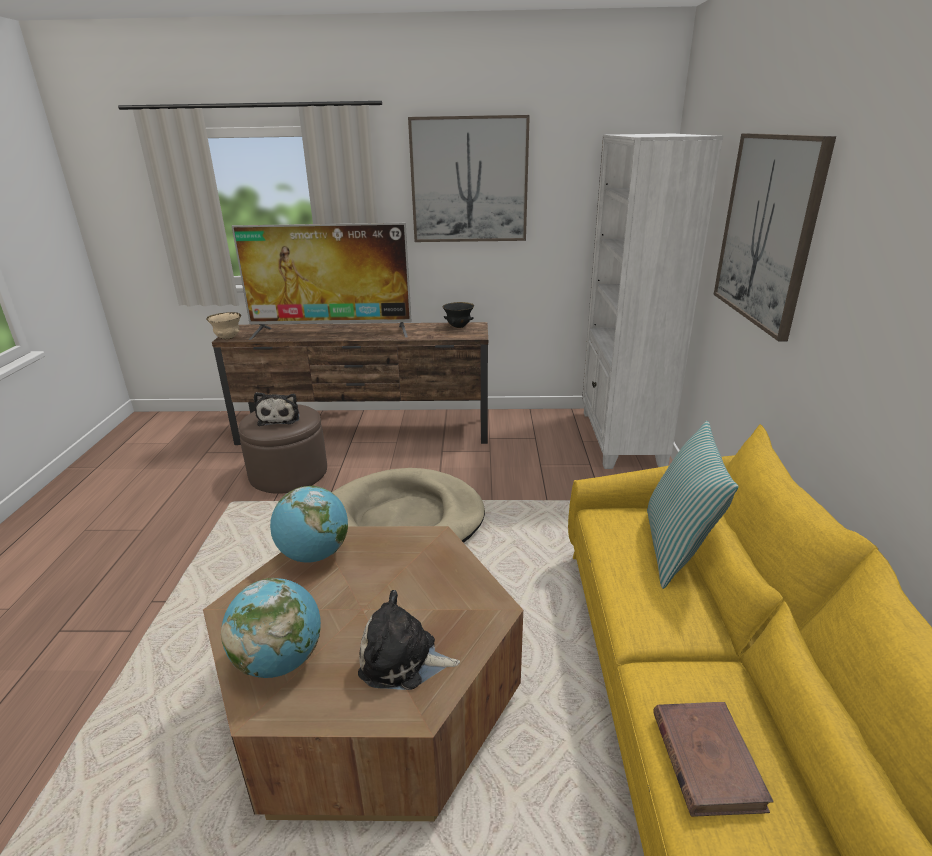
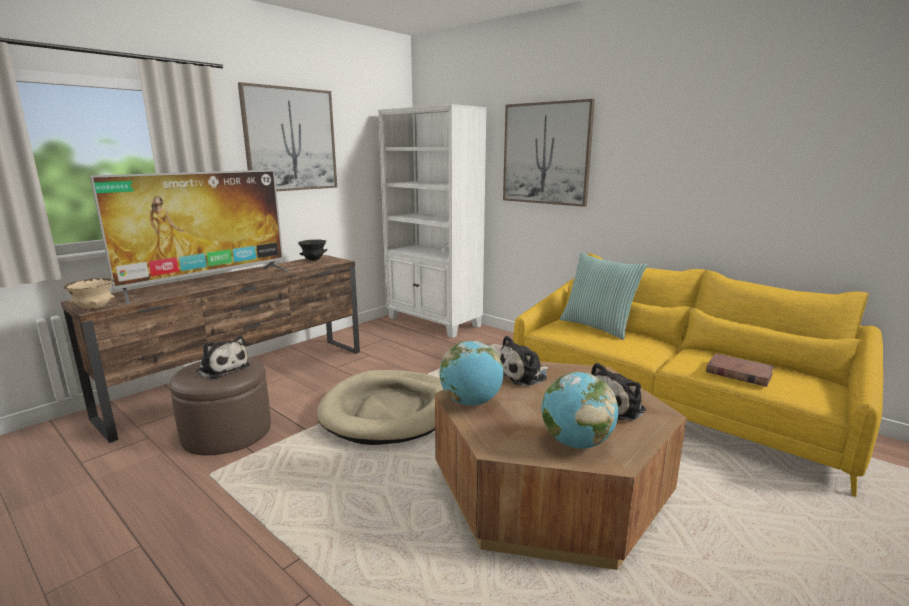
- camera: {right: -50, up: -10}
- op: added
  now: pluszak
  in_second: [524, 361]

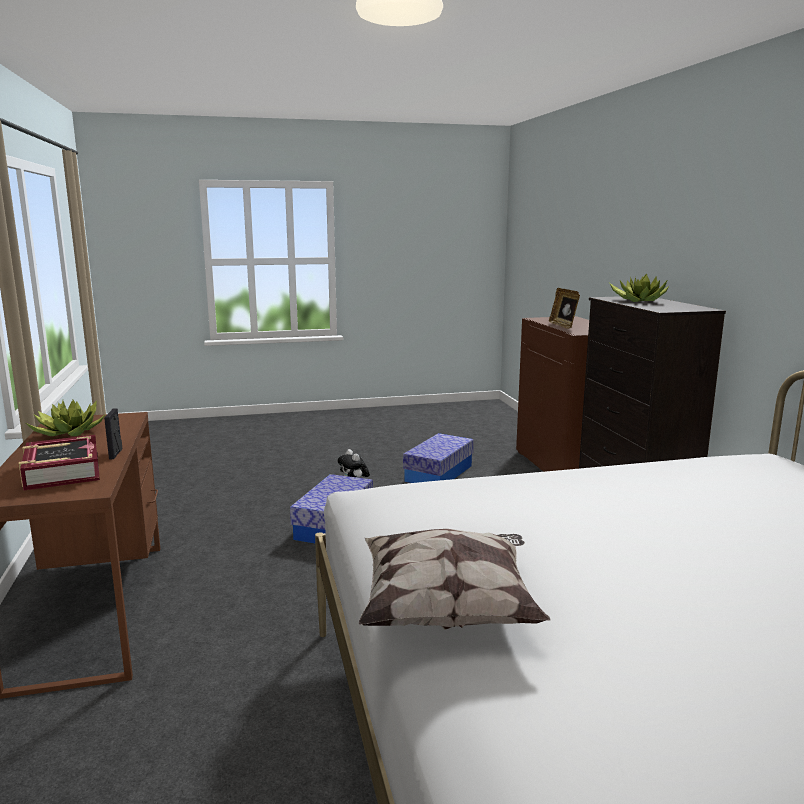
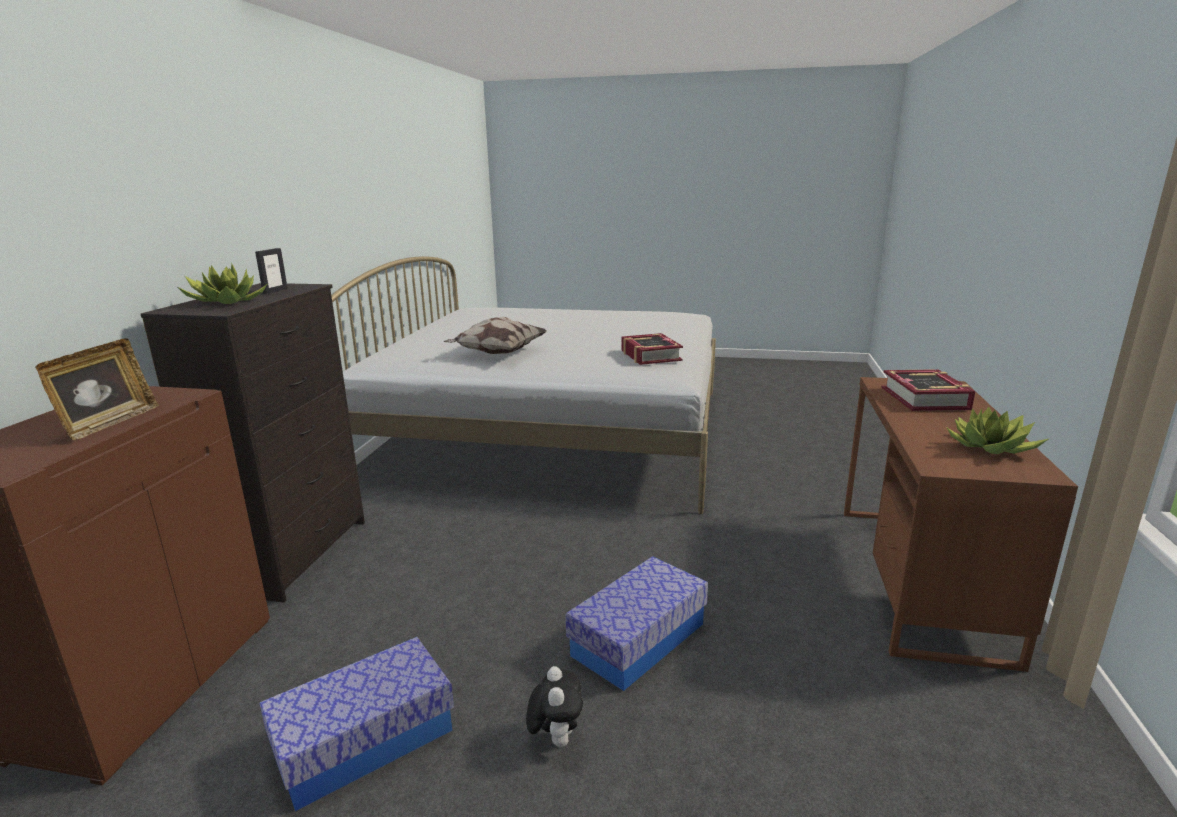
- camera: {right: -155, up: 5}
- op: added
  now: książka
  in_second: [652, 349]
- op: moved
  was: ramka na zdjęcie
  in_first: [113, 434]
  in_second: [271, 271]
- op: moved
  was: poduszka
  in_first: [455, 579]
  in_second: [494, 335]

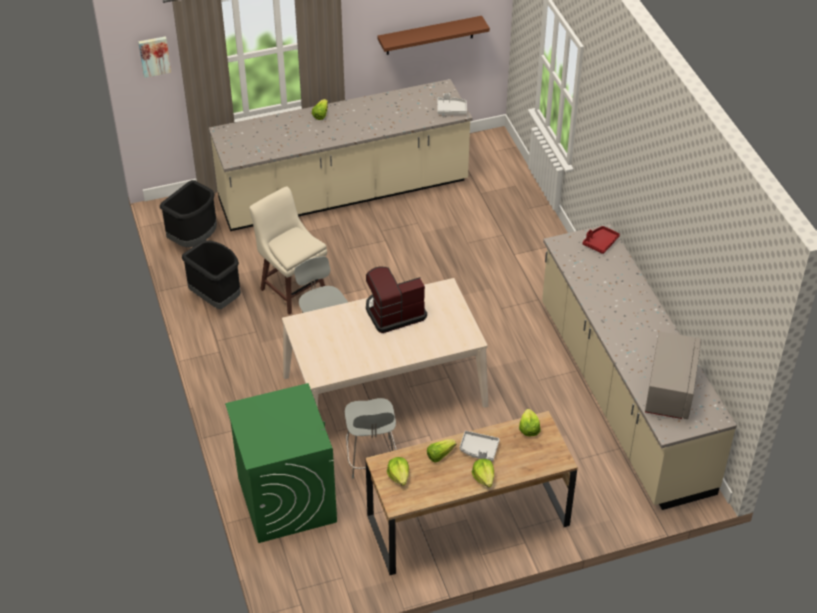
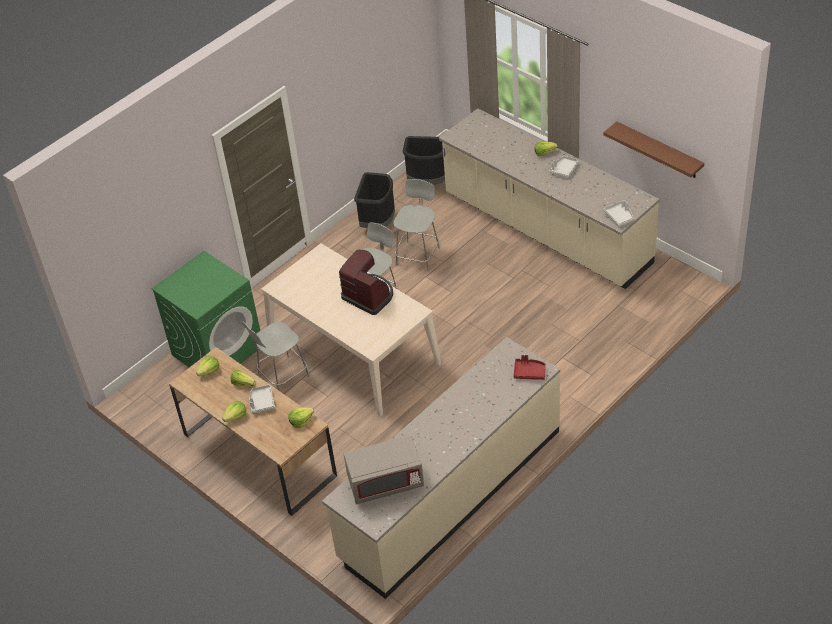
- camera: {right: 65, up: 0}
- op: removed
  was: obraz
  in_first: [154, 57]
- op: added
  now: taca/szary
  in_second: [564, 167]
- op: replaced
  was: stołek/beżowy
  now: krzesło/szary
  in_first: [288, 251]
  in_second: [416, 225]

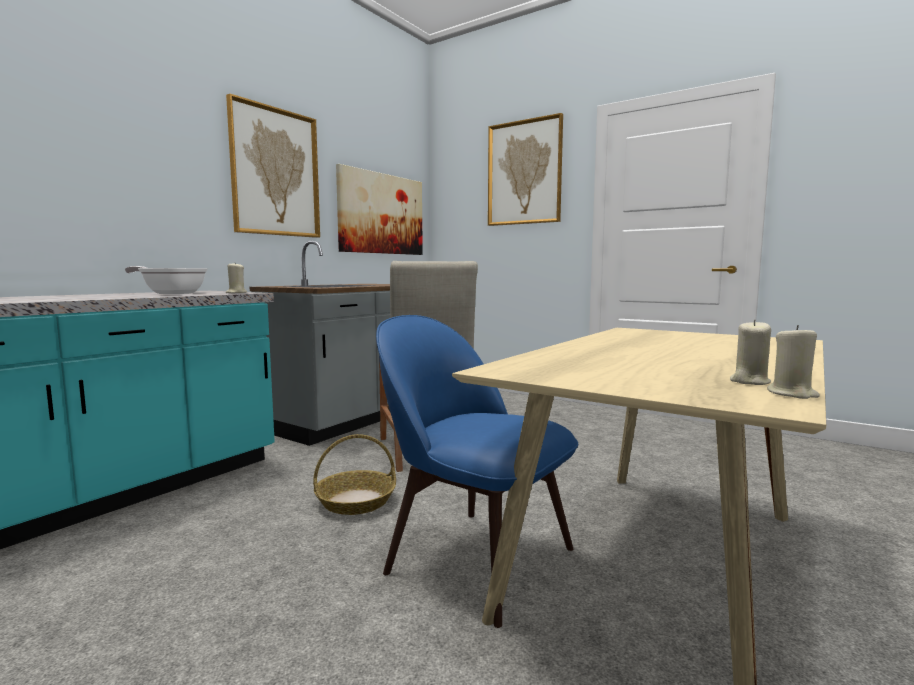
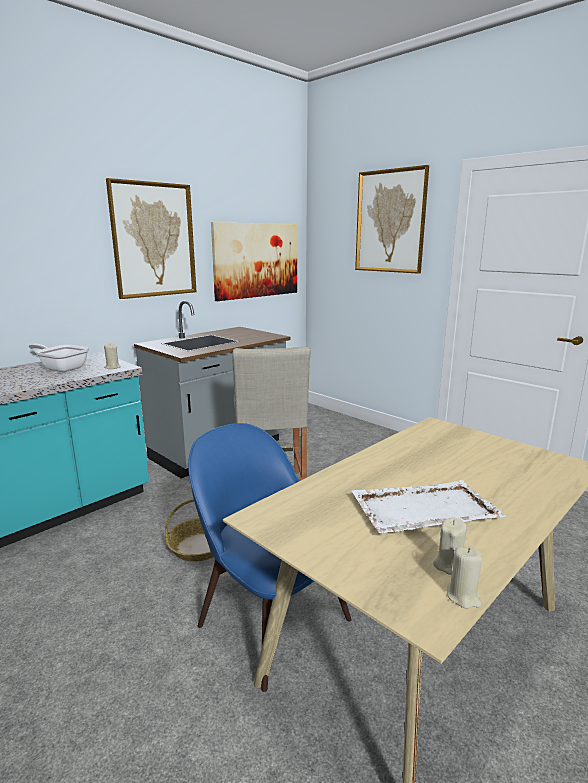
- camera: {right: 10, up: 10}
- op: added
  now: taca/biały
  in_second: [428, 506]

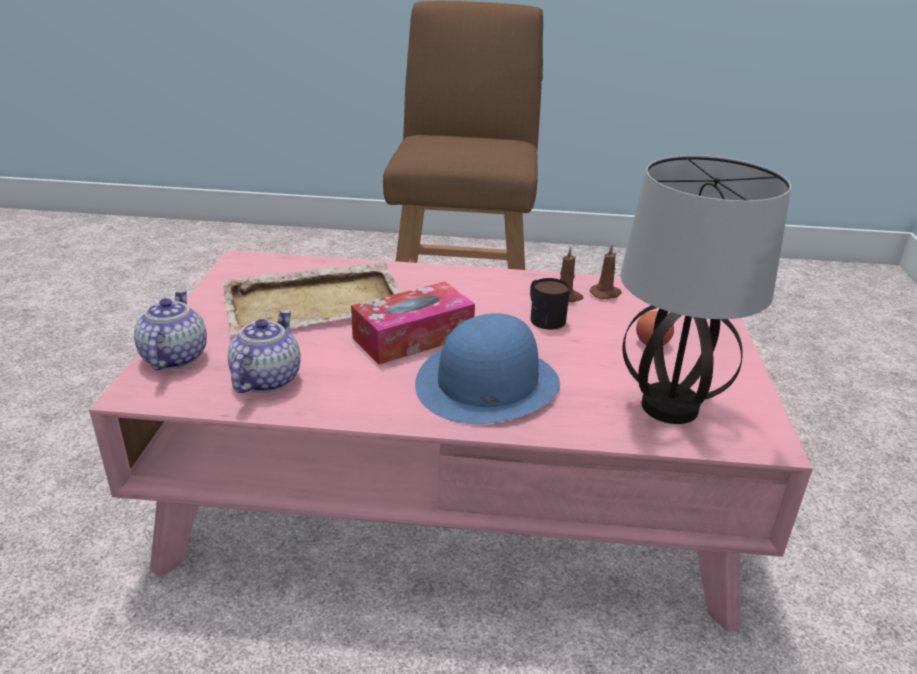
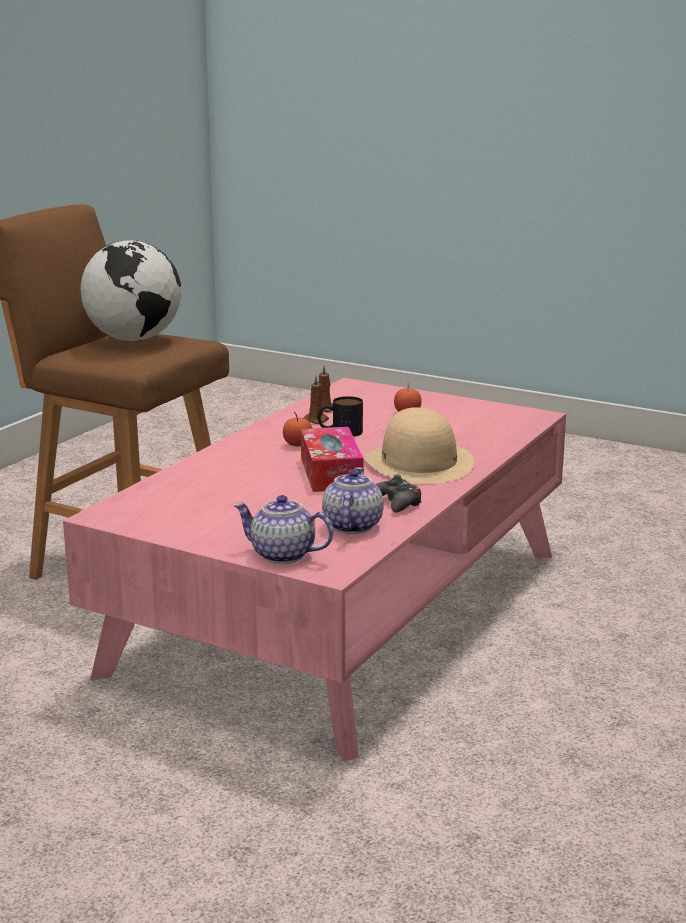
- camera: {right: -65, up: -10}
- op: removed
  was: taca/beżowy
  in_first: [312, 298]
- op: removed
  was: lampa stołowa
  in_first: [705, 289]
- op: added
  now: globus
  in_second: [131, 290]
- op: added
  now: jabłko
  in_second: [297, 429]
- op: added
  now: pad do gier/czarny
  in_second: [398, 493]
- op: recoloured
  was: kapelusz/niebieski
  now: kapelusz/beżowy
  in_first: [487, 368]
  in_second: [419, 445]
- op: turned
  was: imbryk
  in_first: [264, 351]
  in_second: [353, 500]
  clockwise: 60

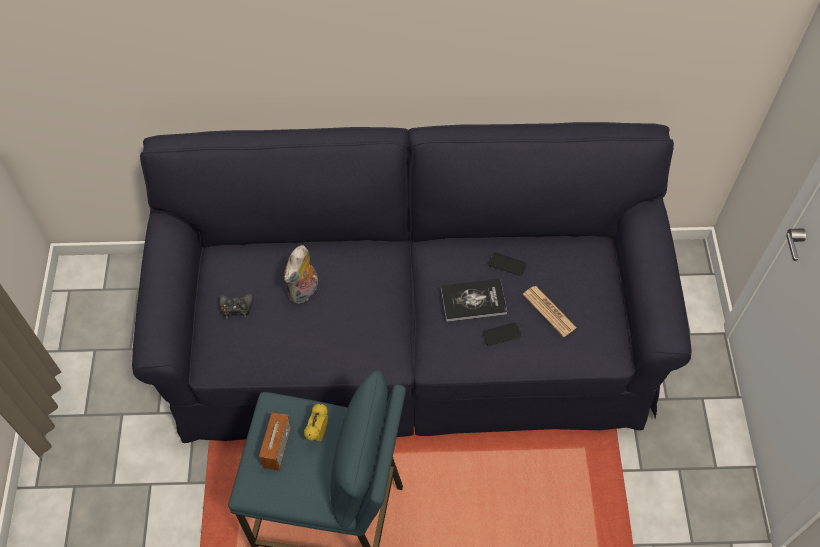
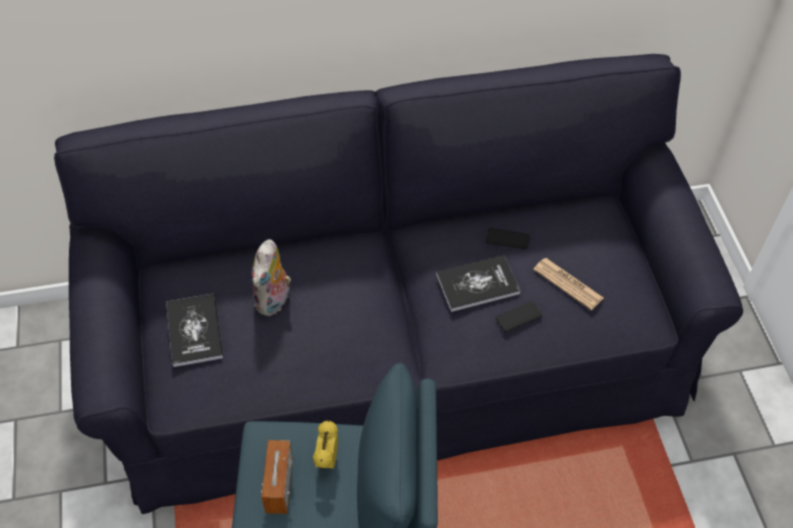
- camera: {right: -10, up: -5}
- op: replaced
  was: pad do gier/czarny
  now: książka
  in_first: [236, 306]
  in_second: [194, 330]

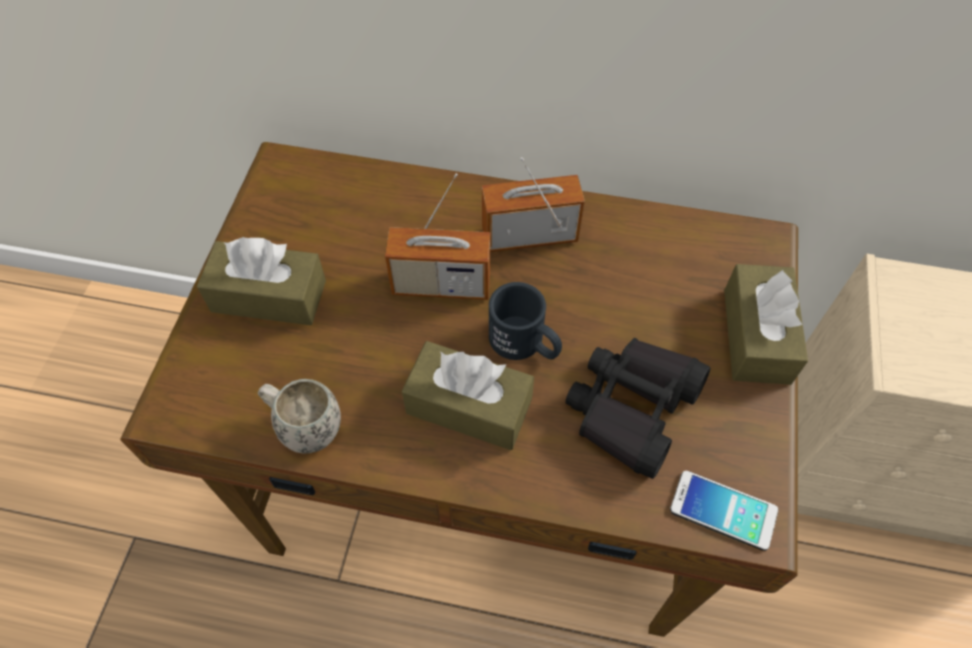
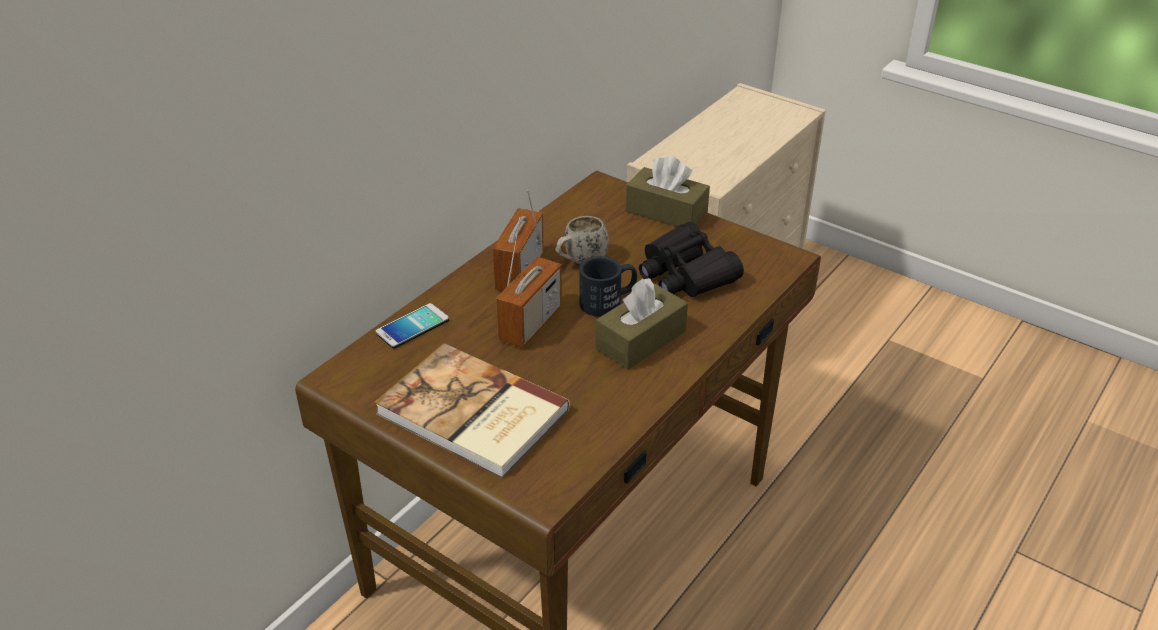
- camera: {right: -65, up: -20}
- op: moved
  was: kubek/biały
  in_first: [299, 416]
  in_second: [582, 240]
- op: moved
  was: telefon
  in_first: [724, 511]
  in_second: [412, 326]
- op: replaced
  was: pudełko chusteczek/brązowy
  now: książka
  in_first: [261, 281]
  in_second: [472, 411]

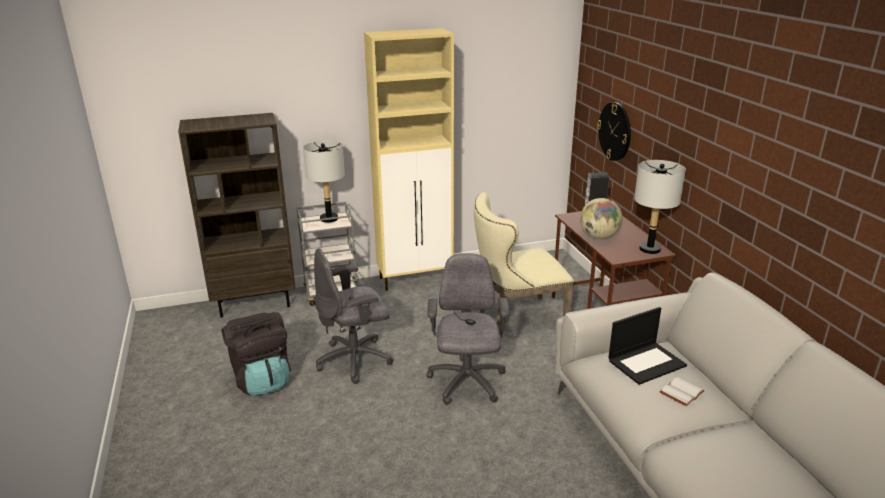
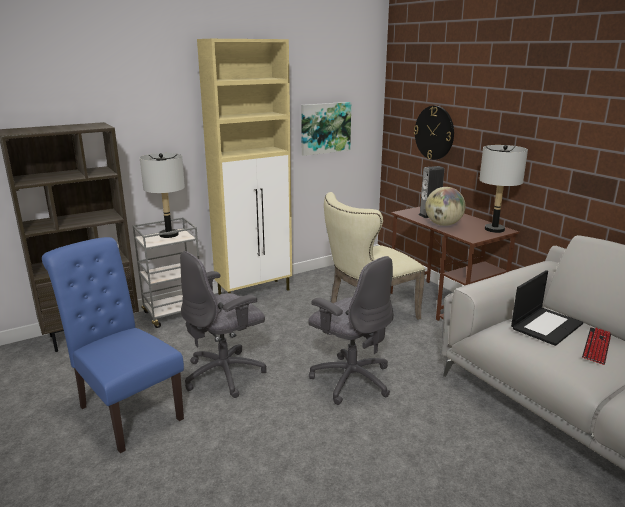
- camera: {right: -15, up: -5}
- op: added
  now: obraz
  in_second: [326, 129]
- op: replaced
  was: plecak/czarny
  now: krzesło/niebieski
  in_first: [256, 353]
  in_second: [113, 345]
- op: replaced
  was: książka/biały
  now: klawiatura
  in_first: [682, 391]
  in_second: [596, 346]
- op: turned
  was: krzesło biurowe/szary
  in_first: [468, 329]
  in_second: [351, 330]
  clockwise: 150

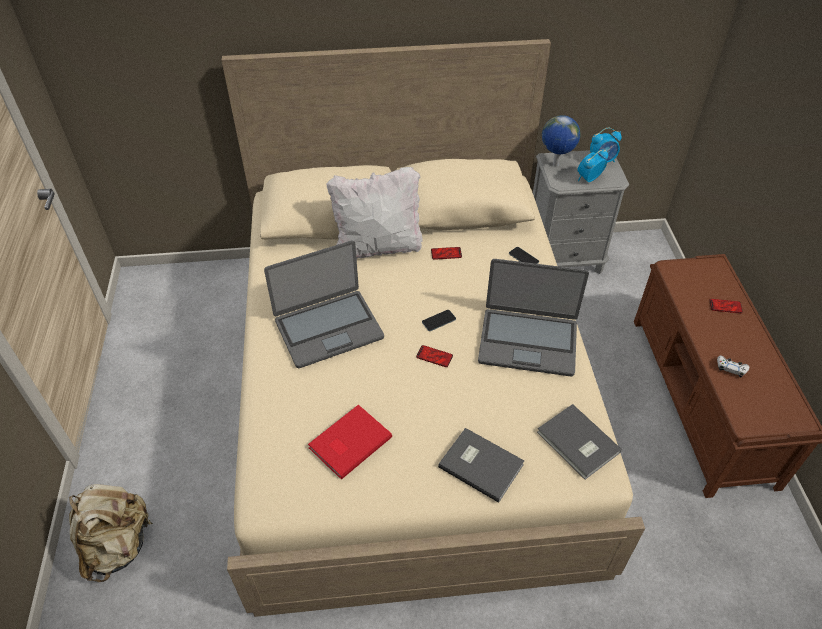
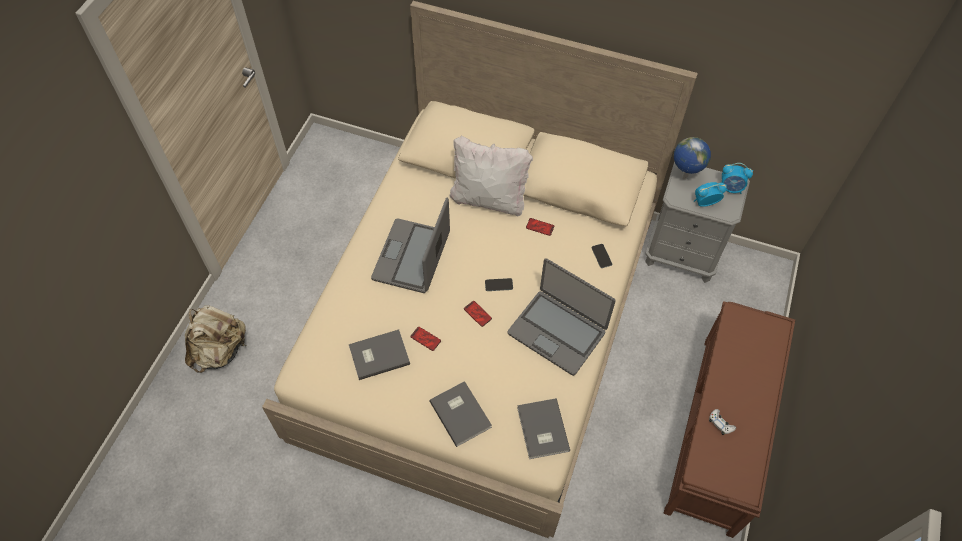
- camera: {right: 25, up: 10}
- op: moved
  was: telefon
  in_first: [726, 306]
  in_second: [426, 339]
- op: recoloured
  was: książka/czerwony
  now: książka/szary
  in_first: [350, 442]
  in_second: [379, 355]
- op: turned
  was: laptop
  in_first: [324, 304]
  in_second: [410, 245]
  clockwise: 105

